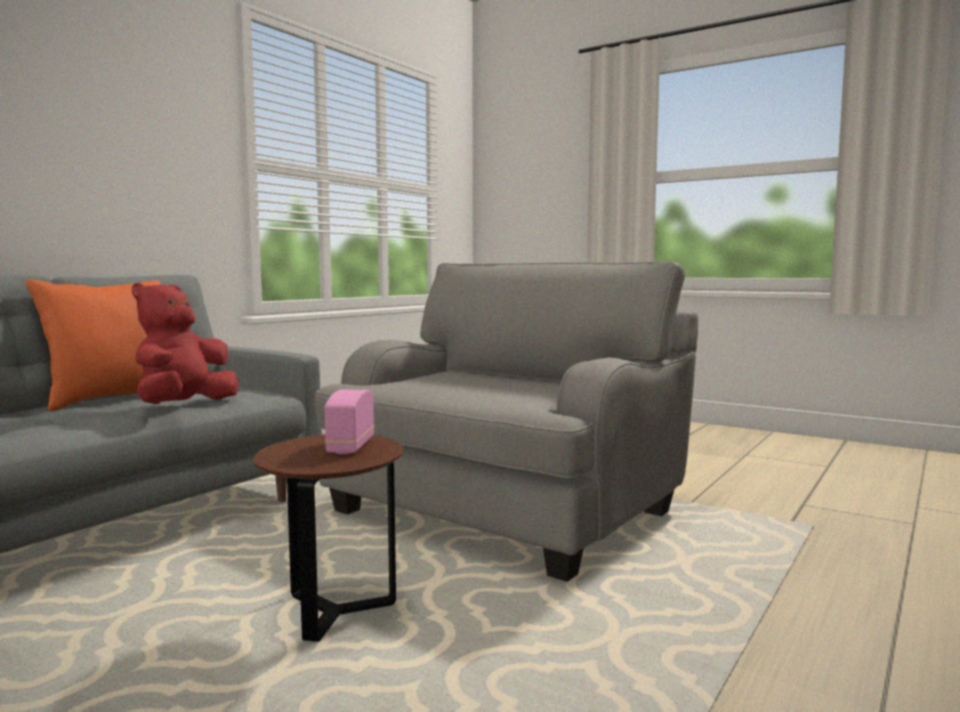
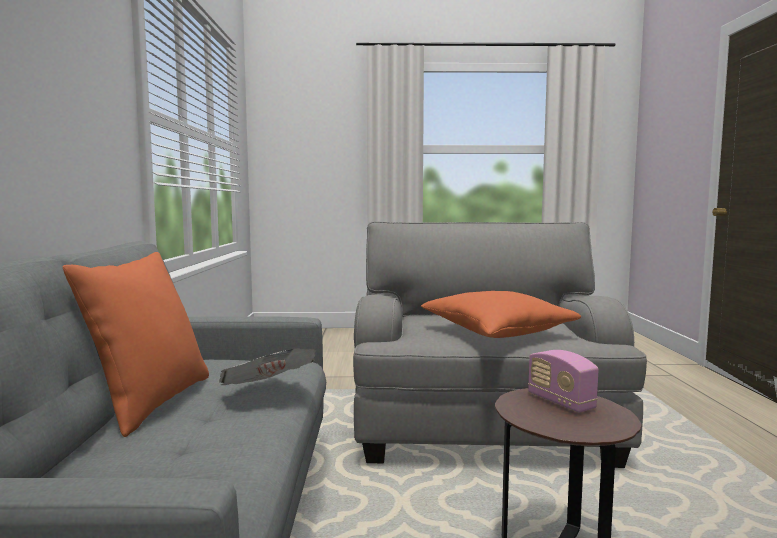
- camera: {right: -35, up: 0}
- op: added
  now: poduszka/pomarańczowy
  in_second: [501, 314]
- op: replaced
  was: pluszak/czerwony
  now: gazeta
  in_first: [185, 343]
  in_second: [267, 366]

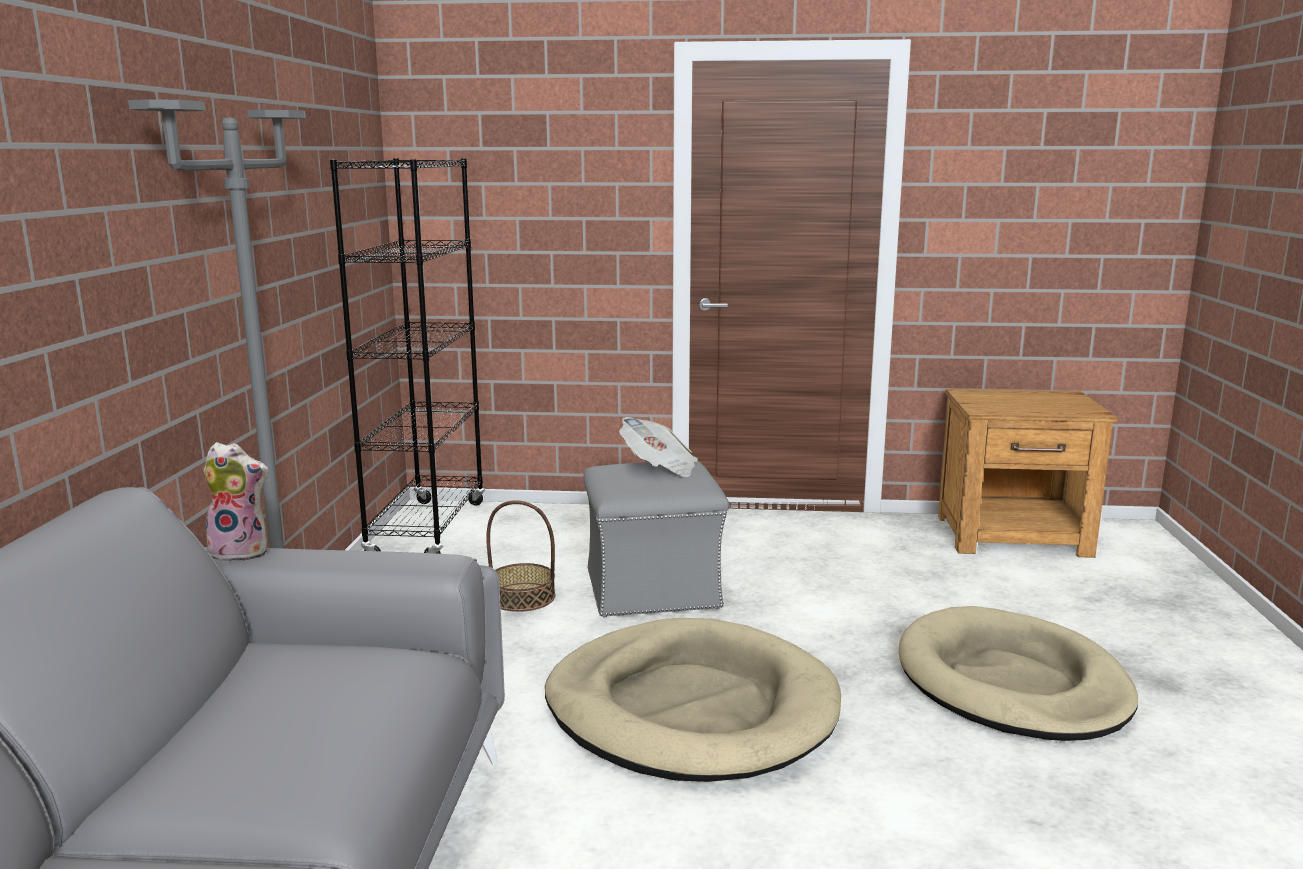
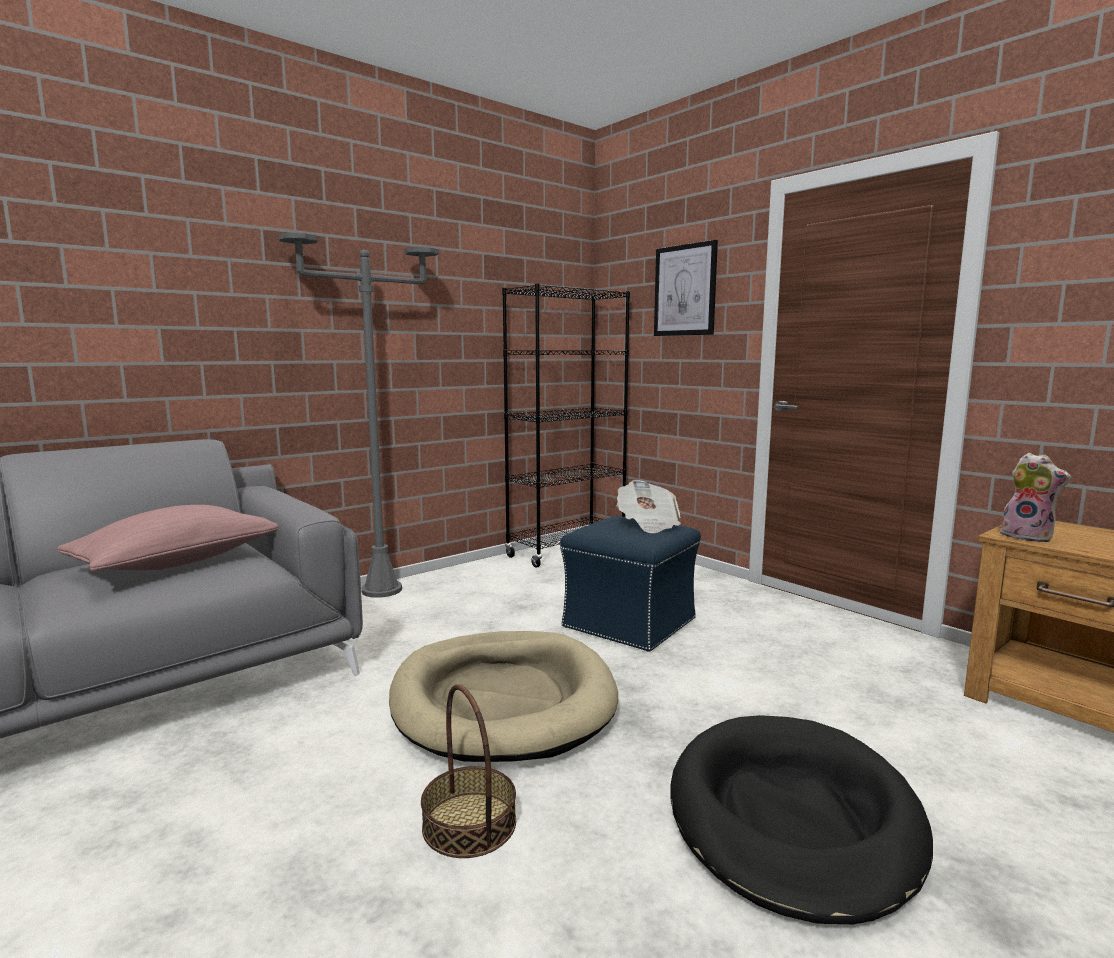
- camera: {right: 45, up: -5}
- op: added
  now: poduszka/różowy
  in_second: [167, 538]
- op: added
  now: obraz
  in_second: [686, 288]
- op: moved
  was: pluszak
  in_first: [236, 502]
  in_second: [1035, 497]
- op: moved
  was: koszyk
  in_first: [520, 556]
  in_second: [468, 771]
- op: recoloured
  was: pufa/szary
  now: pufa/niebieski
  in_first: [656, 540]
  in_second: [630, 584]
- op: recoloured
  was: legowisko/beżowy
  now: legowisko/czarny
  in_first: [1018, 673]
  in_second: [802, 819]

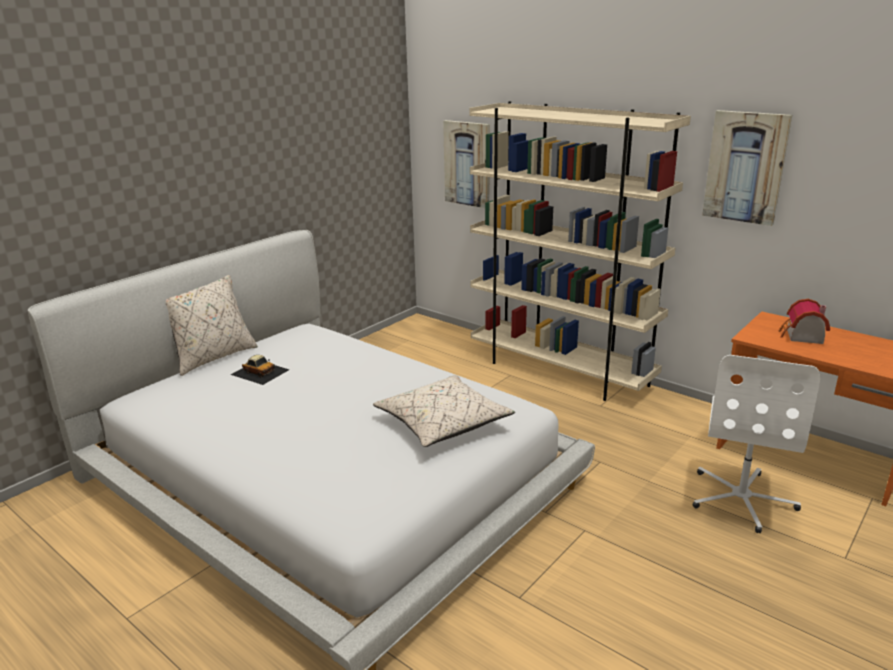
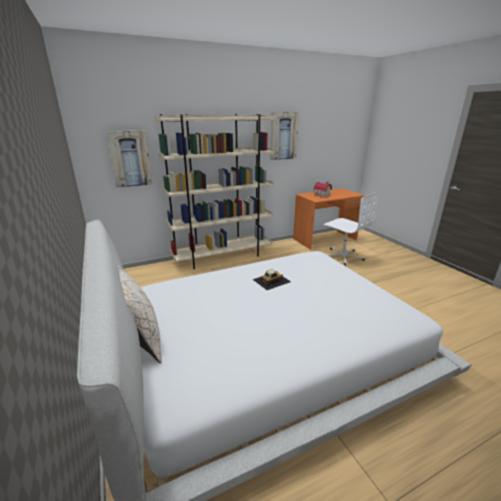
- camera: {right: -65, up: 0}
- op: removed
  was: poduszka/beżowy
  in_first: [444, 411]
- op: moved
  was: samochodzik
  in_first: [260, 370]
  in_second: [271, 279]

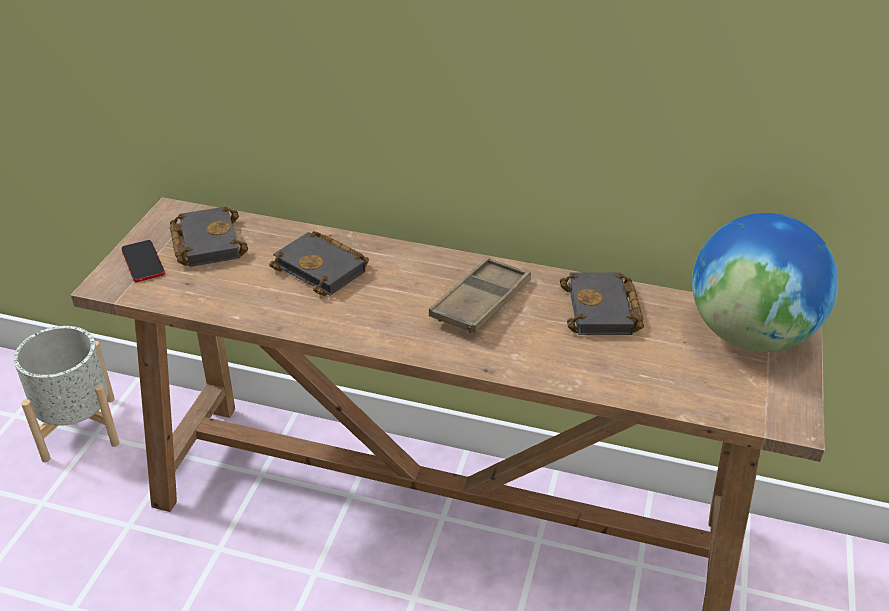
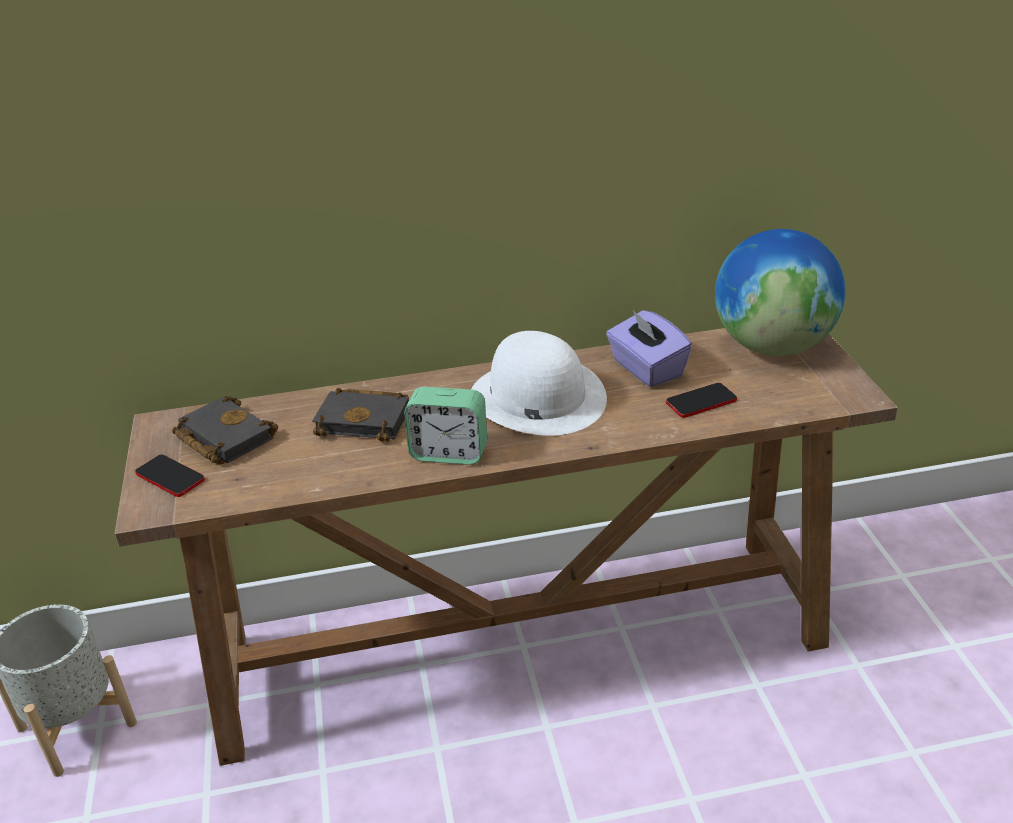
- camera: {right: -25, up: -5}
- op: added
  now: budzik
  in_second: [445, 426]
- op: added
  now: telefon
  in_second: [701, 400]
- op: replaced
  was: taca/brązowy
  now: kapelusz/biały
  in_first: [480, 295]
  in_second: [539, 383]
- op: replaced
  was: książka/czarny
  now: pudełko chusteczek/fioletowy
  in_first: [602, 303]
  in_second: [649, 348]

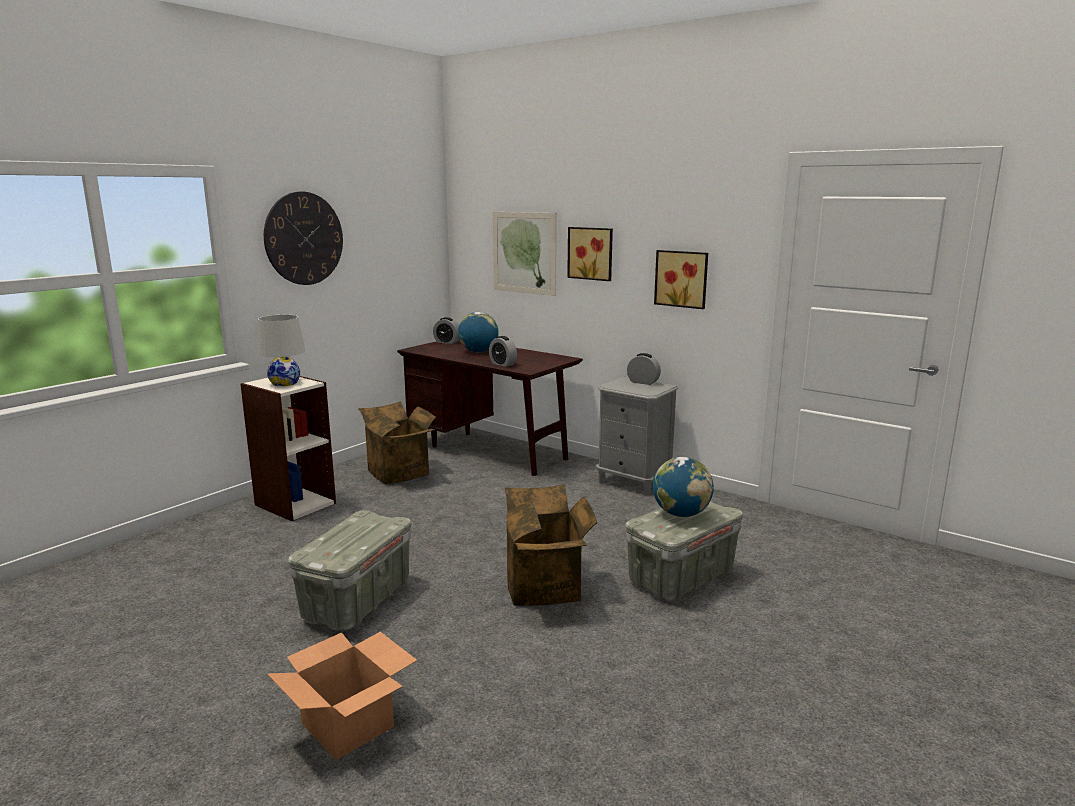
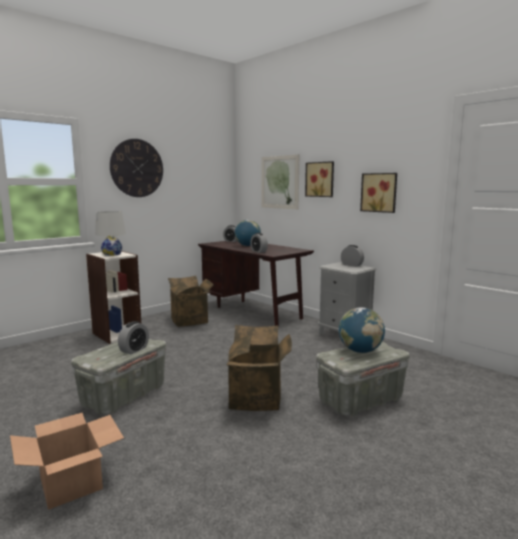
- camera: {right: 10, up: -5}
- op: added
  now: budzik
  in_second: [133, 337]

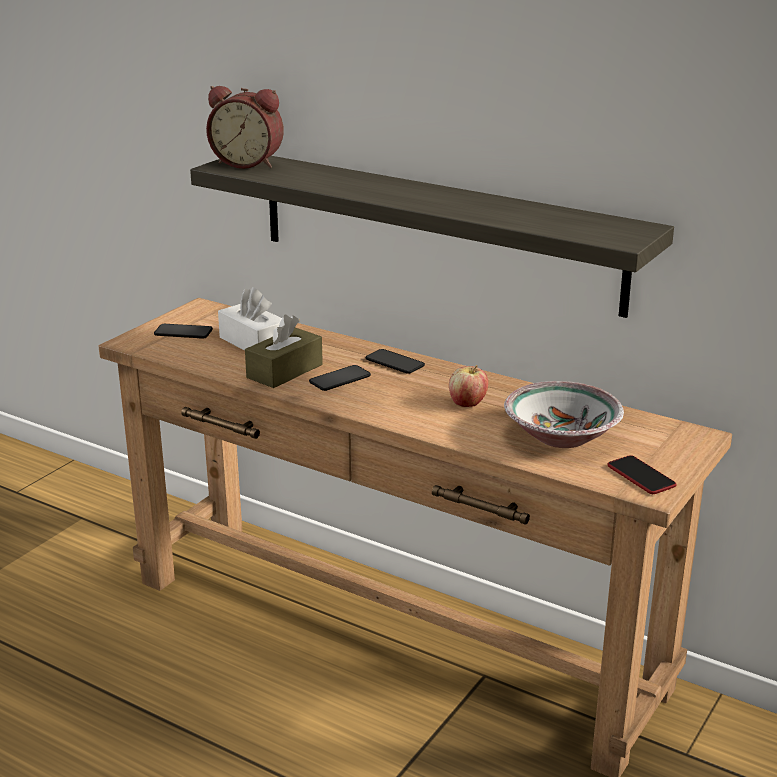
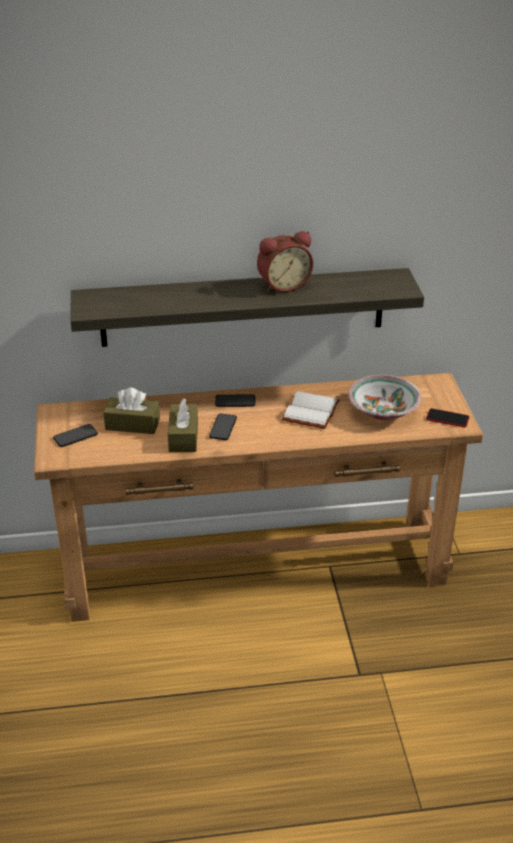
- camera: {right: -40, up: 10}
- op: moved
  was: budzik
  in_first: [245, 127]
  in_second: [285, 261]
- op: replaced
  was: jabłko
  now: książka/biały
  in_first: [468, 386]
  in_second: [311, 410]
- op: recoloured
  was: pudełko chusteczek/biały
  now: pudełko chusteczek/brązowy
  in_first: [250, 318]
  in_second: [131, 411]

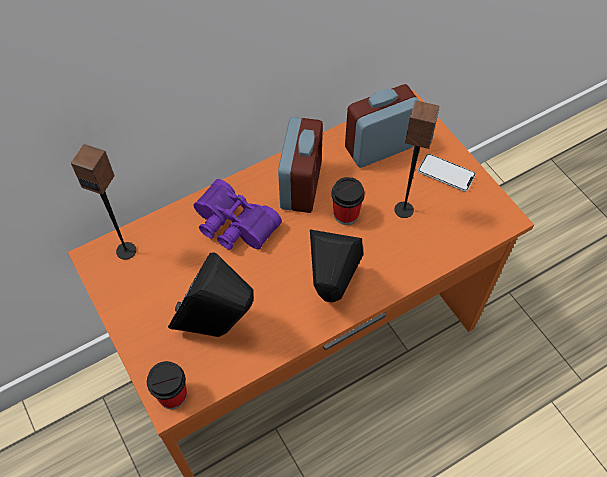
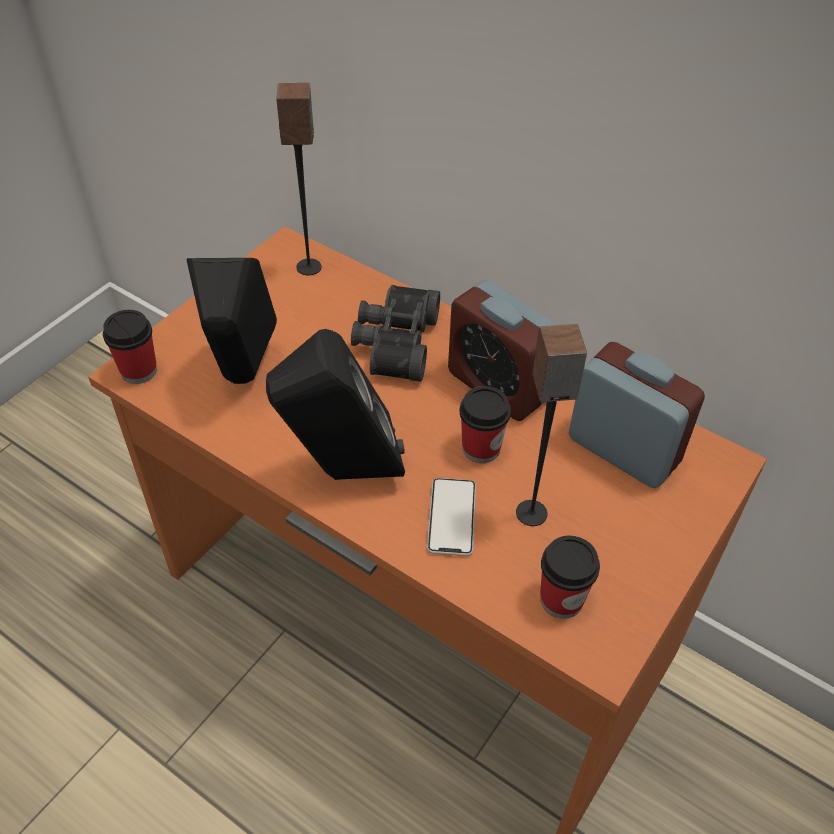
- camera: {right: 65, up: -10}
- op: added
  now: filiżanka
  in_second: [570, 577]
- op: moved
  was: telefon
  in_first: [447, 173]
  in_second: [451, 517]
- op: recoloured
  was: lornetka/fioletowy
  now: lornetka/czarny
  in_first: [238, 214]
  in_second: [395, 333]
- op: turned
  was: budzik
  in_first: [300, 165]
  in_second: [503, 350]
  clockwise: 60

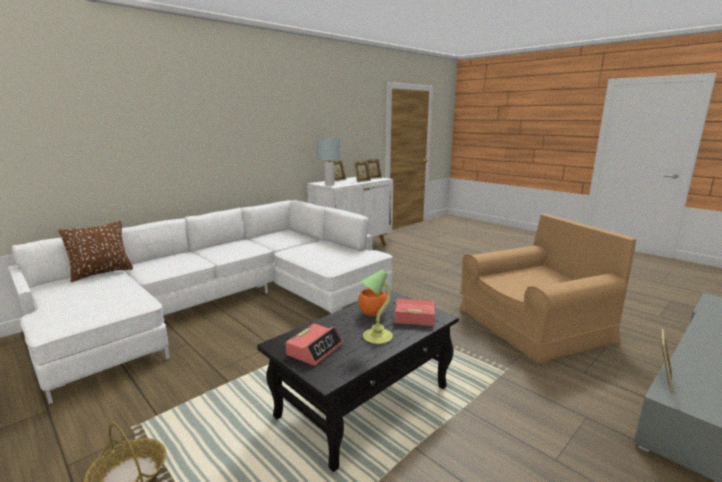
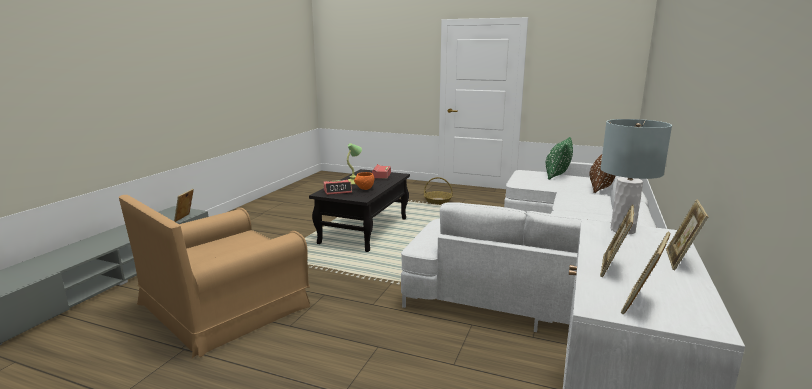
- camera: {right: 155, up: 0}
- op: added
  now: poduszka/zielony
  in_second: [559, 158]

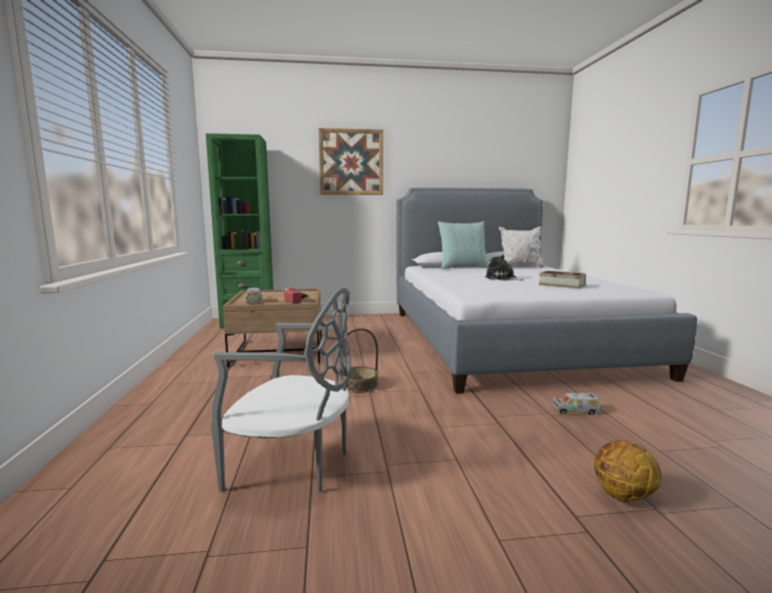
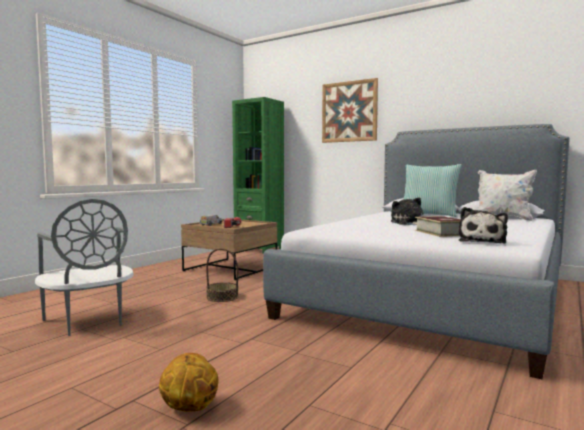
- camera: {right: 40, up: -5}
- op: removed
  was: ciężarówka zabawkowa
  in_first: [576, 404]
- op: added
  now: pluszak
  in_second: [483, 225]

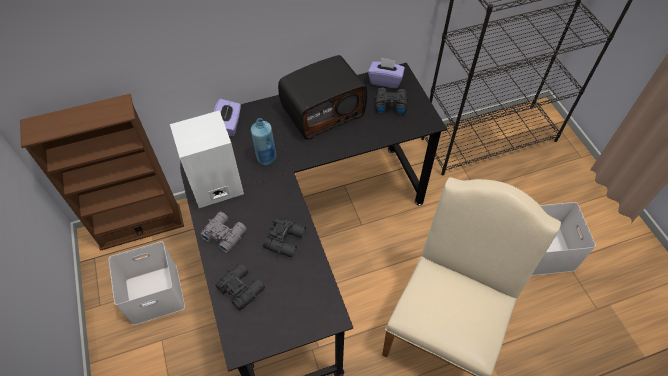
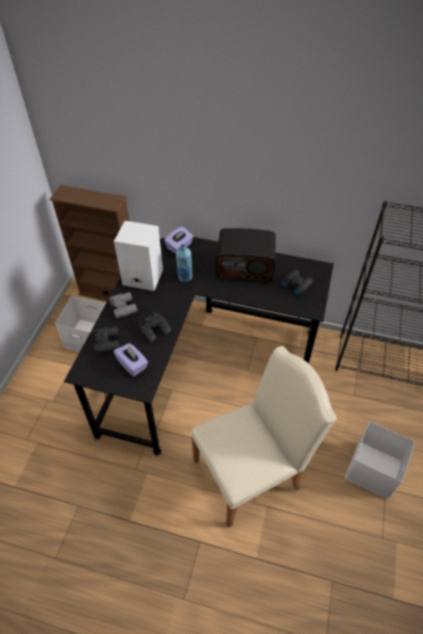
- camera: {right: 35, up: -5}
- op: moved
  was: pudełko chusteczek/fioletowy
  in_first: [386, 72]
  in_second: [130, 360]

